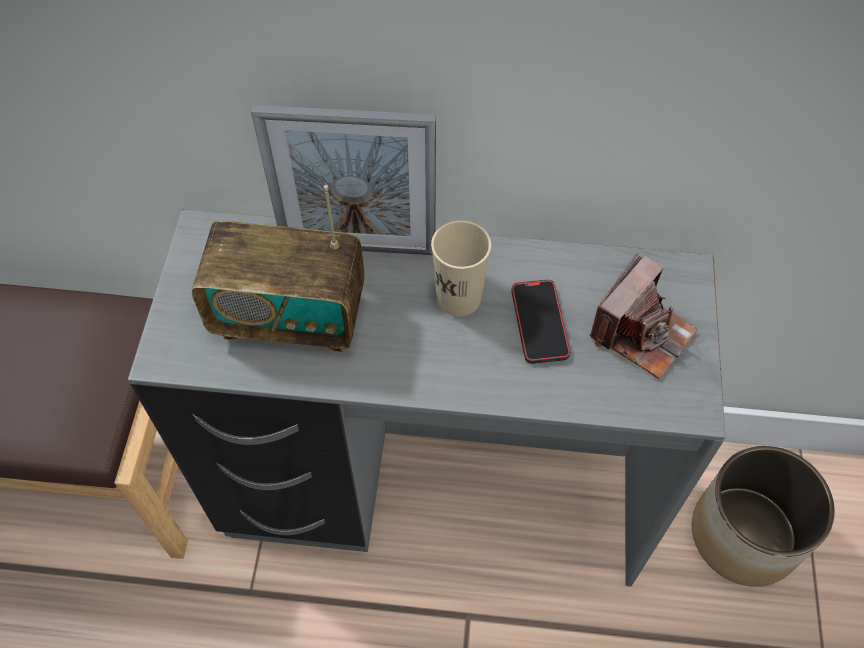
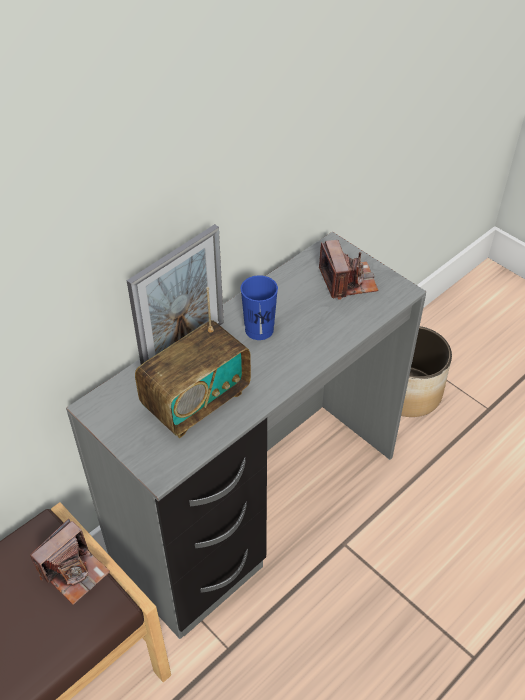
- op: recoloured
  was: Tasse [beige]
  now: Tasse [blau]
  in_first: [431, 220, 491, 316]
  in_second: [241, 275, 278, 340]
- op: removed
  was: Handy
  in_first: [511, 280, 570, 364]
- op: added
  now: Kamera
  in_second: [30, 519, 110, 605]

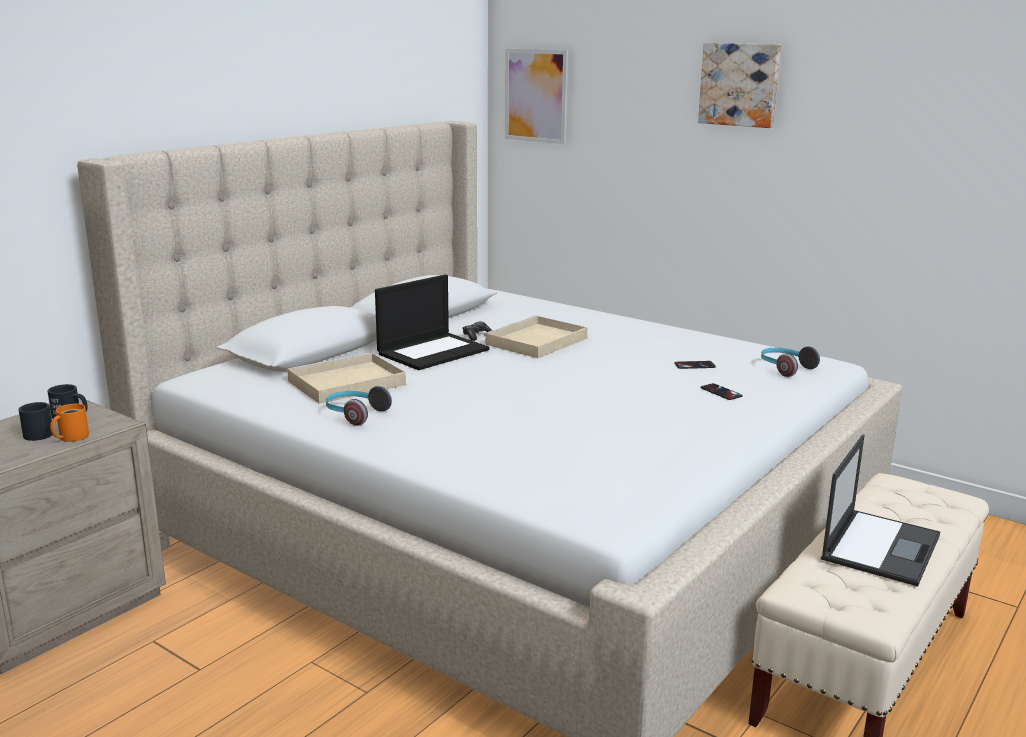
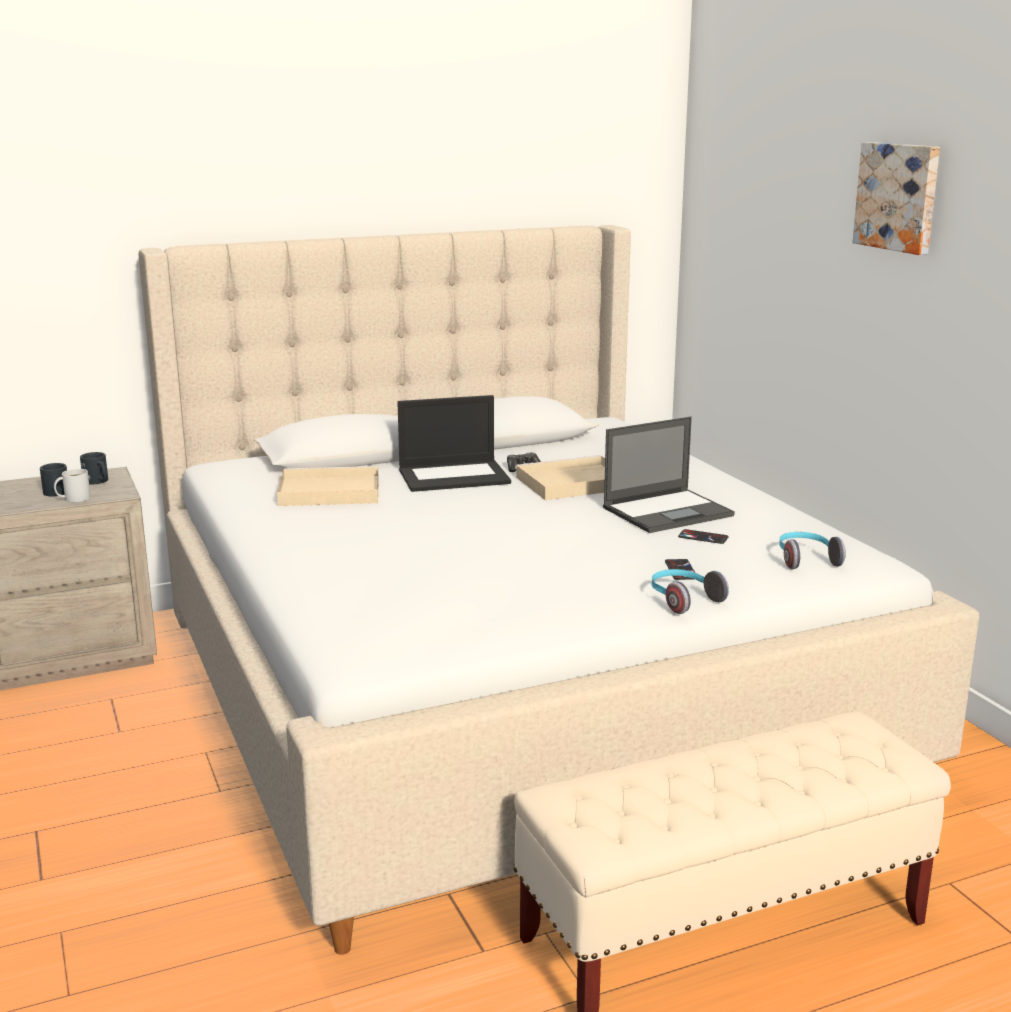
- op: removed
  was: Bild
  in_first: [505, 49, 568, 144]
- op: moved
  was: Kopfhörer
  in_first: [326, 386, 392, 426]
  in_second: [651, 569, 729, 614]
- op: recoloured
  was: Henkelbecher [orange]
  now: Henkelbecher [weiß]
  in_first: [50, 404, 89, 442]
  in_second: [54, 469, 91, 502]
- op: moved
  was: Laptop
  in_first: [821, 434, 940, 586]
  in_second: [603, 417, 735, 533]

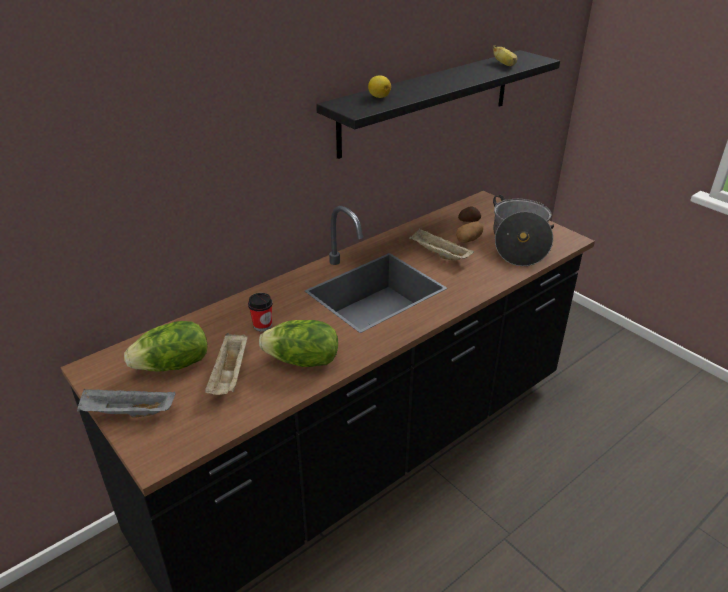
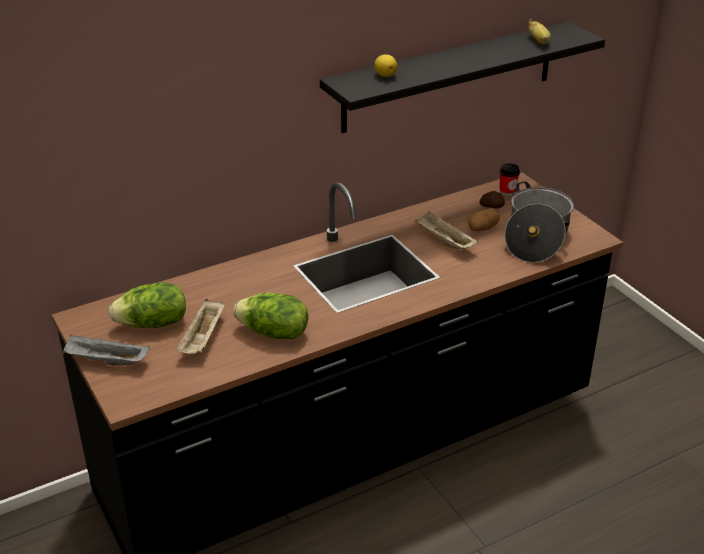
- op: moved
  was: Tasse
  in_first: [248, 293, 273, 331]
  in_second: [499, 163, 520, 196]

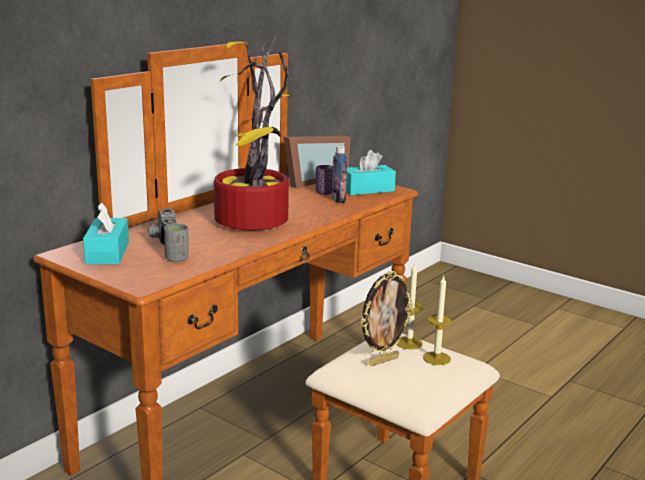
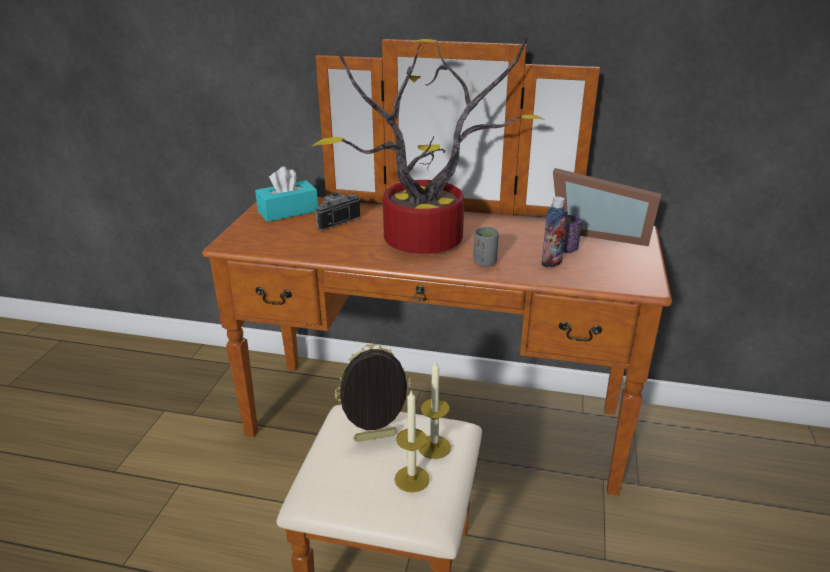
- op: removed
  was: Taschentuchbox [türkis]
  in_first: [346, 150, 396, 195]
- op: moved
  was: Tasse [grau]
  in_first: [164, 223, 189, 262]
  in_second: [473, 227, 499, 267]
- op: turned
  was: Bilderrahmen
  in_first: [360, 271, 413, 366]
  in_second: [335, 344, 411, 442]
  clockwise: 135

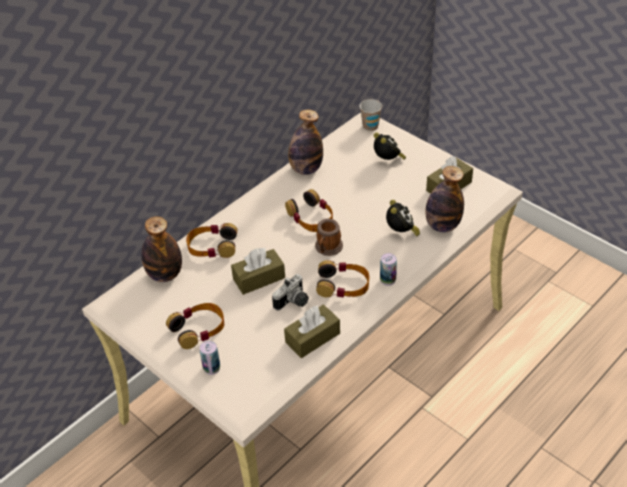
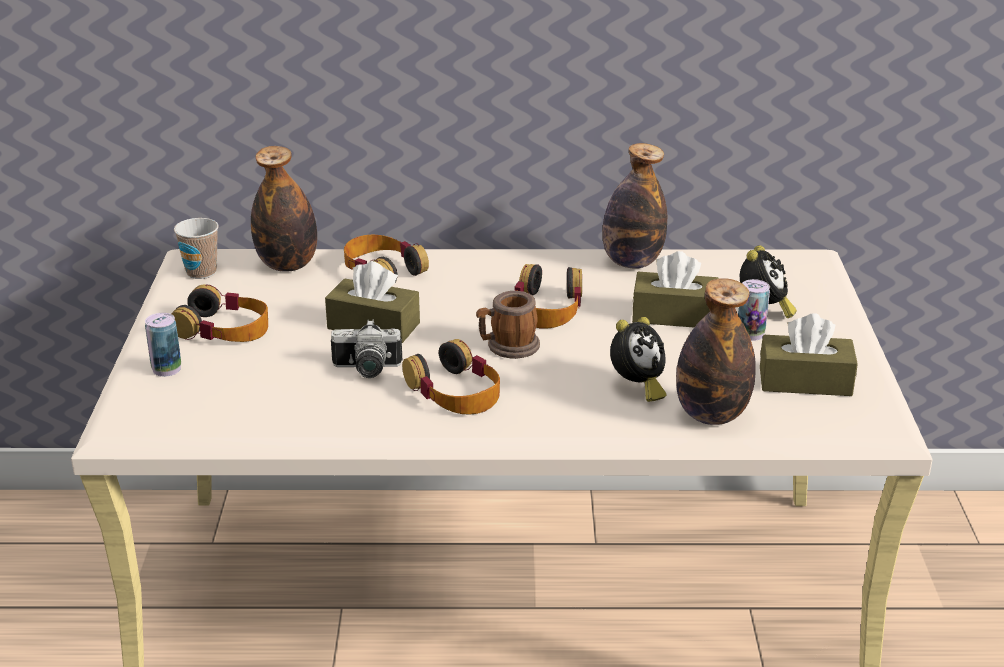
- op: moved
  was: Tasse
  in_first: [359, 99, 382, 131]
  in_second: [174, 218, 219, 279]
- op: moved
  was: Dose
  in_first: [380, 253, 397, 286]
  in_second: [738, 279, 770, 341]
- op: moved
  was: Taschentuchbox [braun]
  in_first: [284, 305, 340, 358]
  in_second: [632, 251, 719, 327]

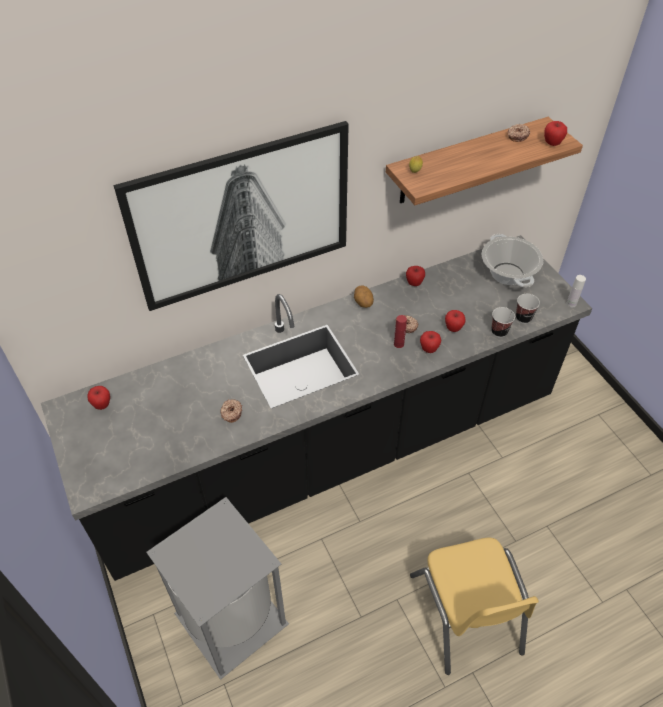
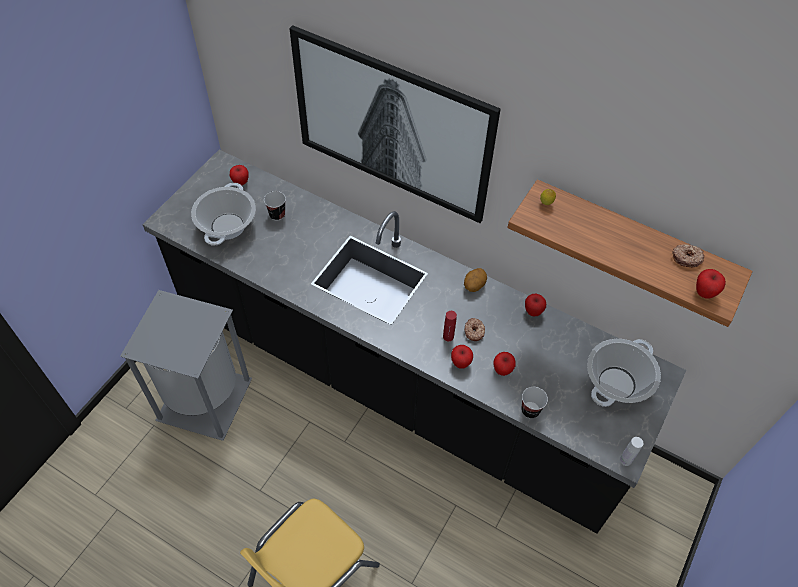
- op: moved
  was: Tasse
  in_first: [516, 294, 540, 324]
  in_second: [264, 191, 286, 221]
- op: removed
  was: Donut
  in_first: [220, 399, 242, 423]
- op: added
  now: Kochtopf
  in_second: [191, 183, 256, 246]

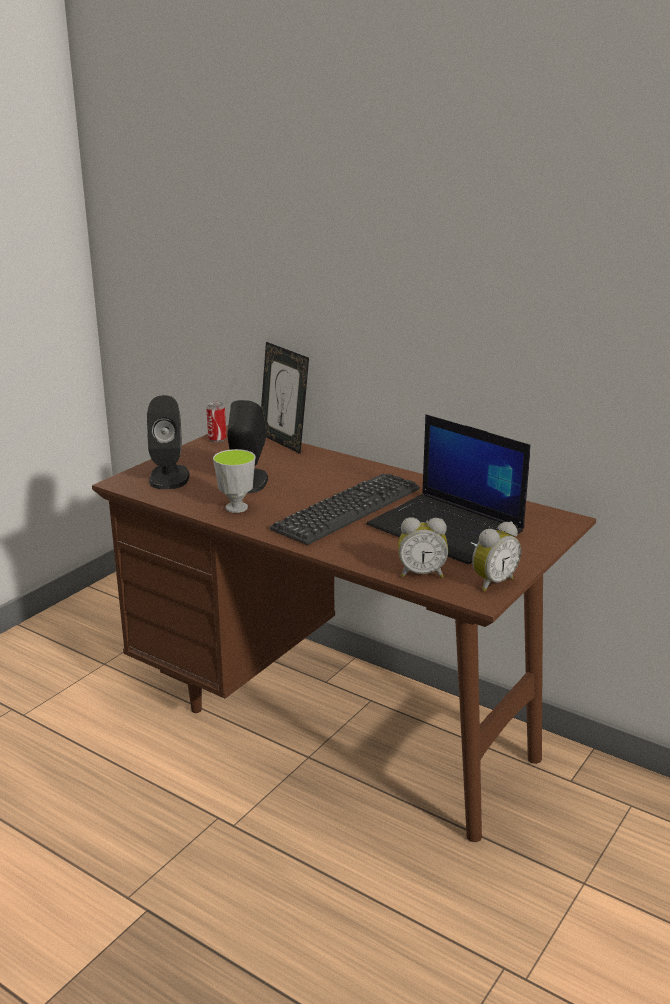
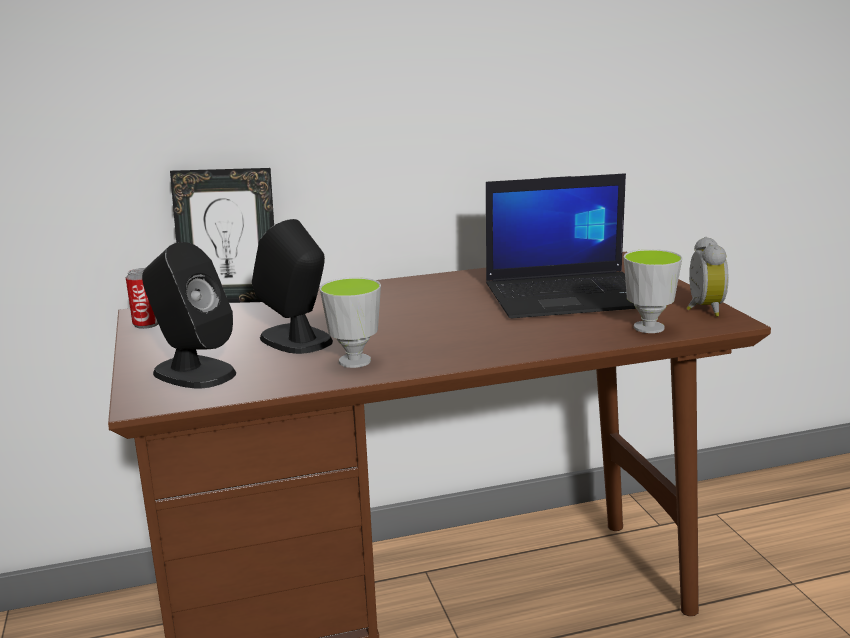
- op: removed
  was: Tastatur
  in_first: [270, 474, 420, 545]
- op: replaced
  was: Wecker
  now: Tasse
  in_first: [398, 517, 448, 578]
  in_second: [624, 249, 682, 333]

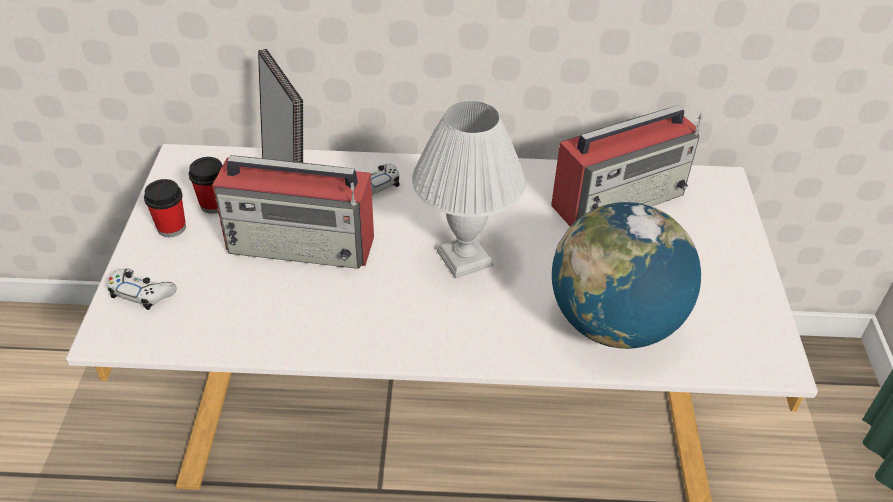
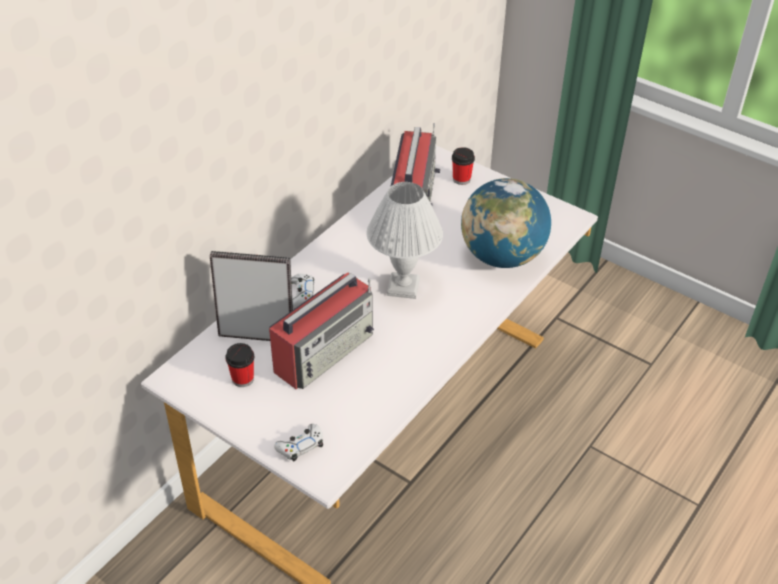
- op: moved
  was: Tasse
  in_first: [144, 179, 186, 237]
  in_second: [452, 147, 475, 185]

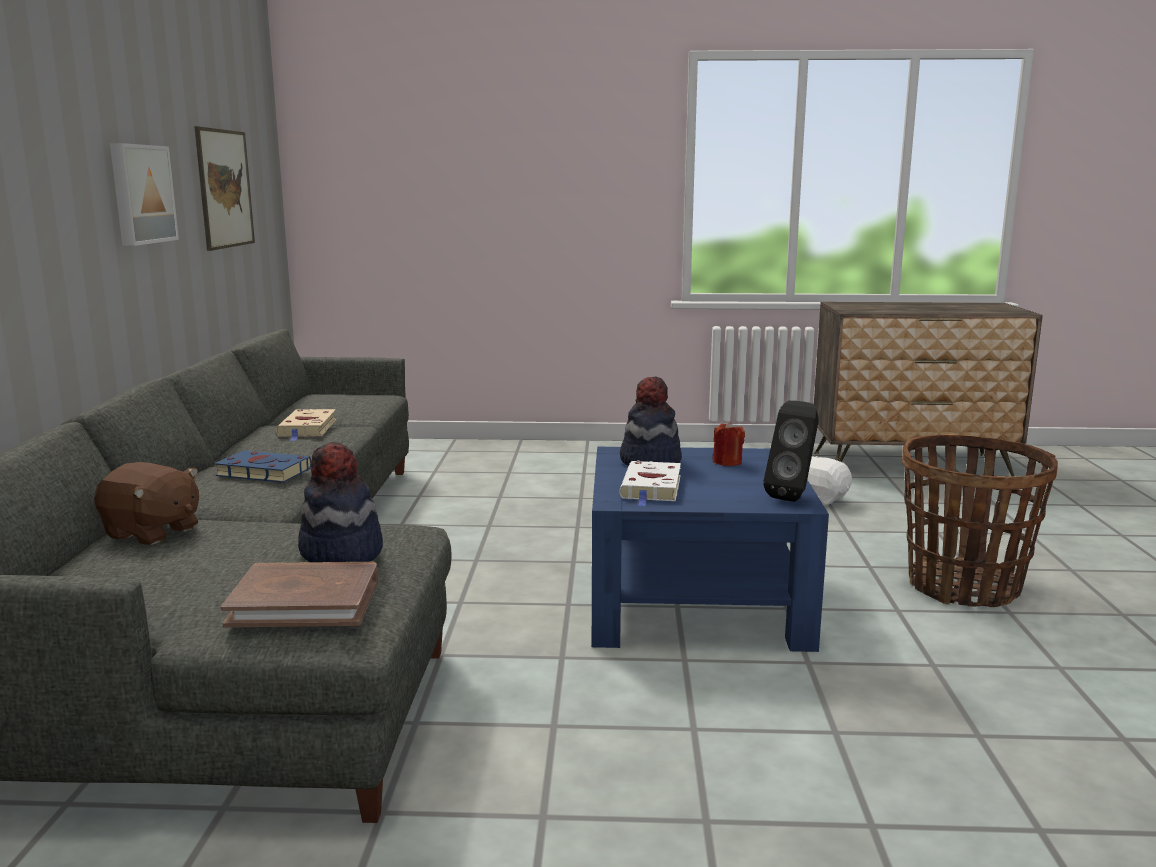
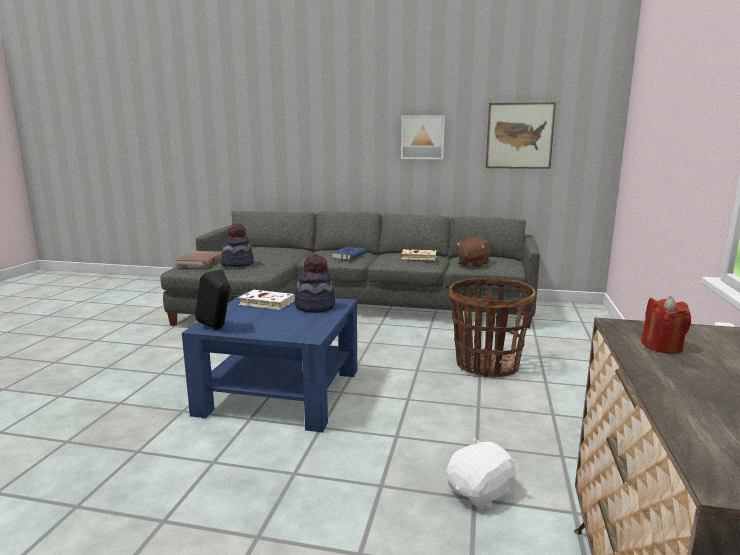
- op: moved
  was: Kerze [rot]
  in_first: [713, 421, 745, 466]
  in_second: [641, 296, 691, 354]
- op: moved
  was: Korb
  in_first: [902, 434, 1058, 607]
  in_second: [449, 278, 536, 377]
- op: moved
  was: Plüschtier [braun]
  in_first: [94, 462, 199, 545]
  in_second: [456, 237, 491, 268]

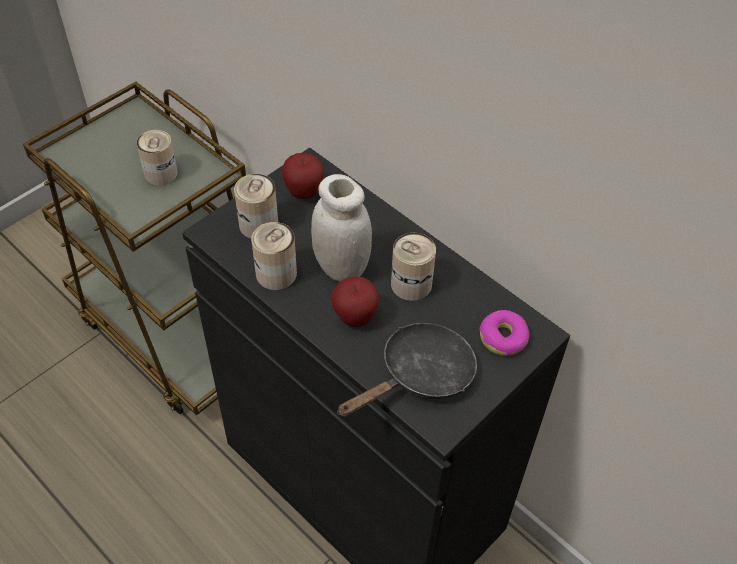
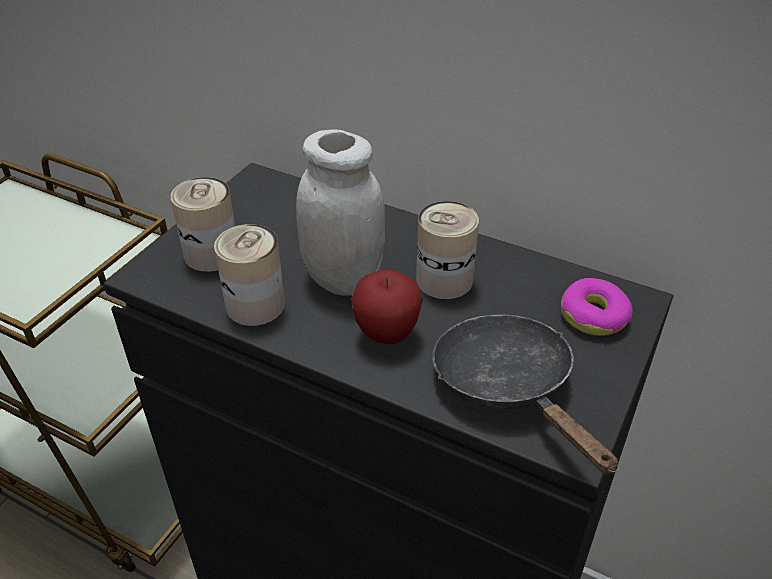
- op: removed
  was: Dose
  in_first: [137, 130, 178, 186]
- op: removed
  was: Apfel
  in_first: [282, 153, 324, 199]
- op: turned
  was: Pfanne [schwarz]
  in_first: [337, 323, 477, 417]
  in_second: [433, 314, 619, 474]
  clockwise: -60

